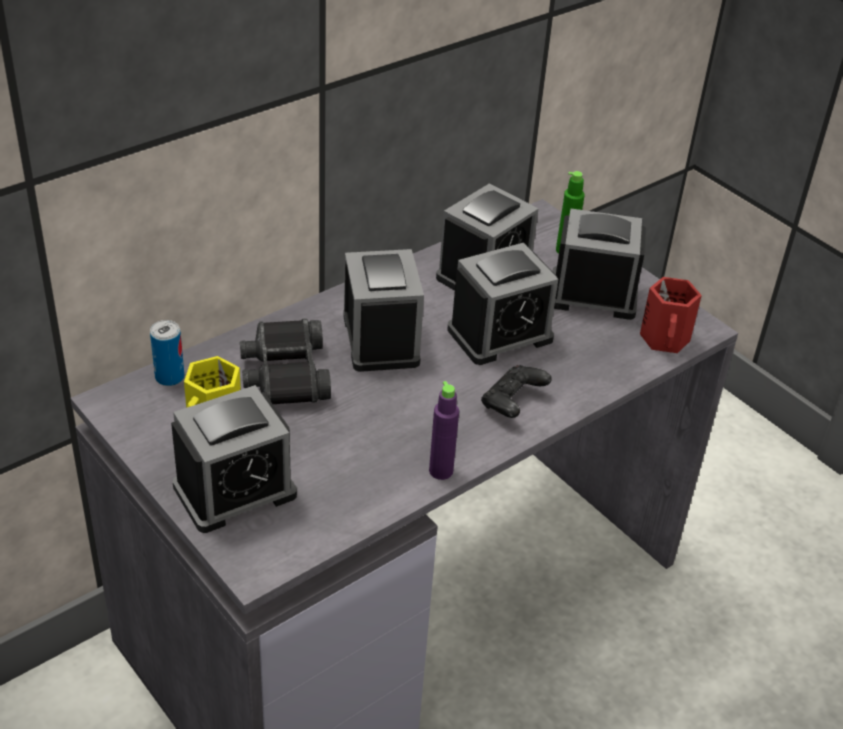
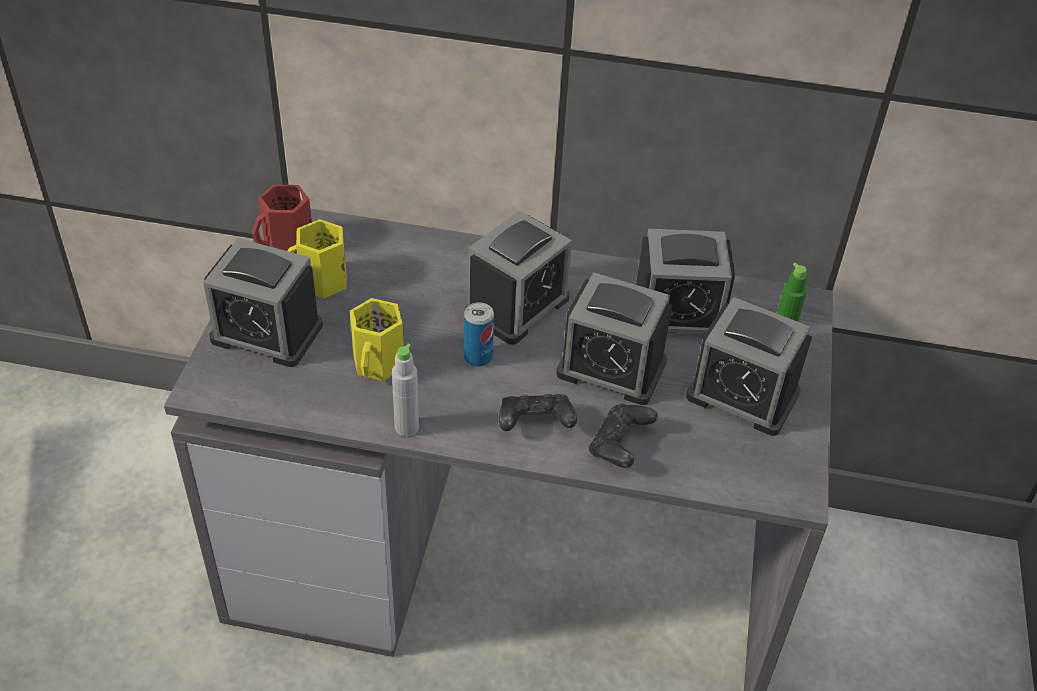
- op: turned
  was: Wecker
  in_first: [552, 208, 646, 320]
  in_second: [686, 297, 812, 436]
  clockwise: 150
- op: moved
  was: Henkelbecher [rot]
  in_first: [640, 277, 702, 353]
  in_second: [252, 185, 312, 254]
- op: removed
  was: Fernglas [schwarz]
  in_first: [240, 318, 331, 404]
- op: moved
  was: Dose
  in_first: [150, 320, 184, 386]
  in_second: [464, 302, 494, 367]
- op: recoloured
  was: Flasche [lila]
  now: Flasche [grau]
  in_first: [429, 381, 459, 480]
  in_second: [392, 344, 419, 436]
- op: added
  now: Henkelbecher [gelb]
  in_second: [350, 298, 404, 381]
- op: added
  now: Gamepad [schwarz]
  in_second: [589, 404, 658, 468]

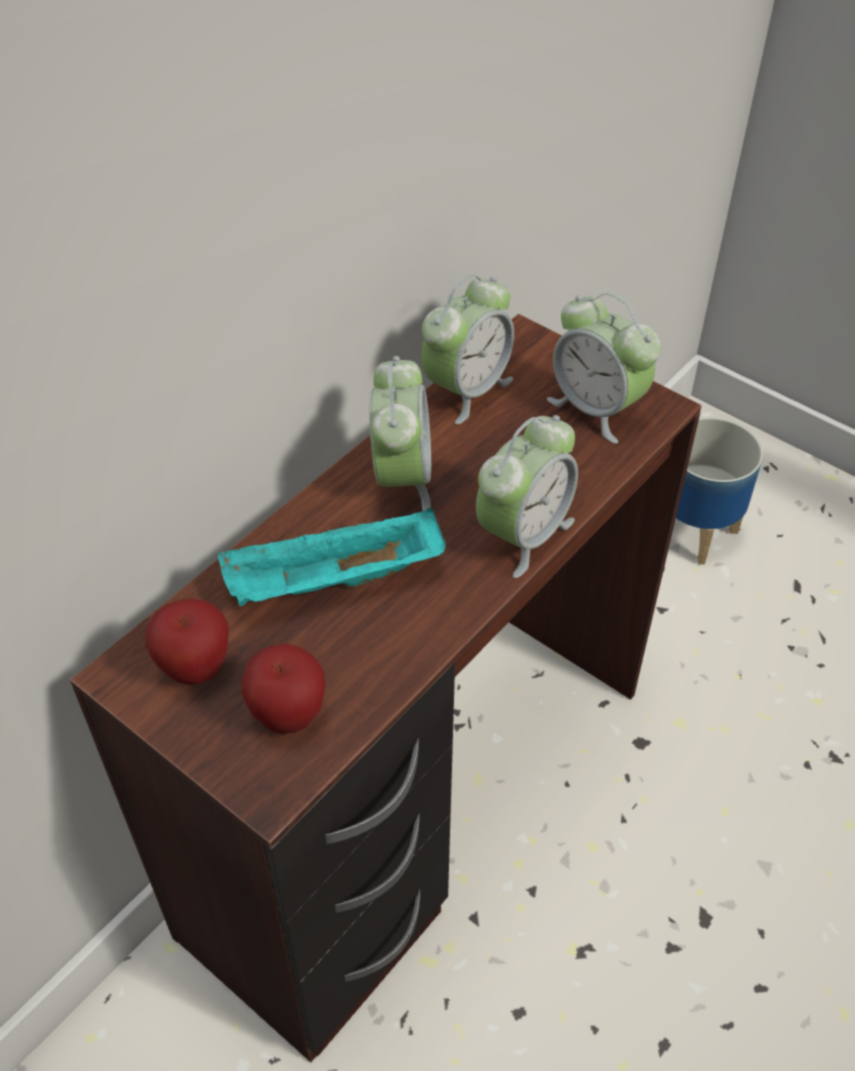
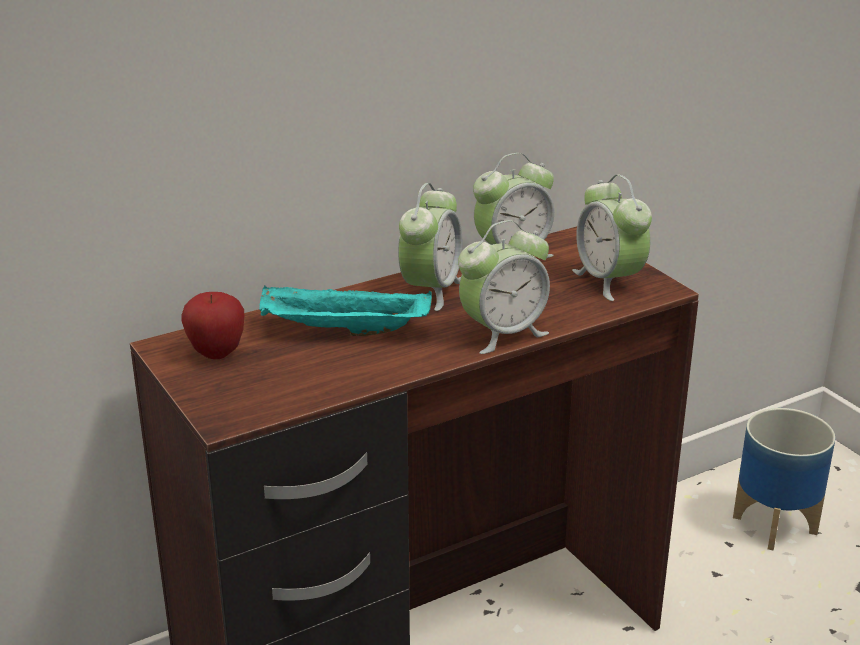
- op: removed
  was: Apfel
  in_first: [241, 643, 325, 734]

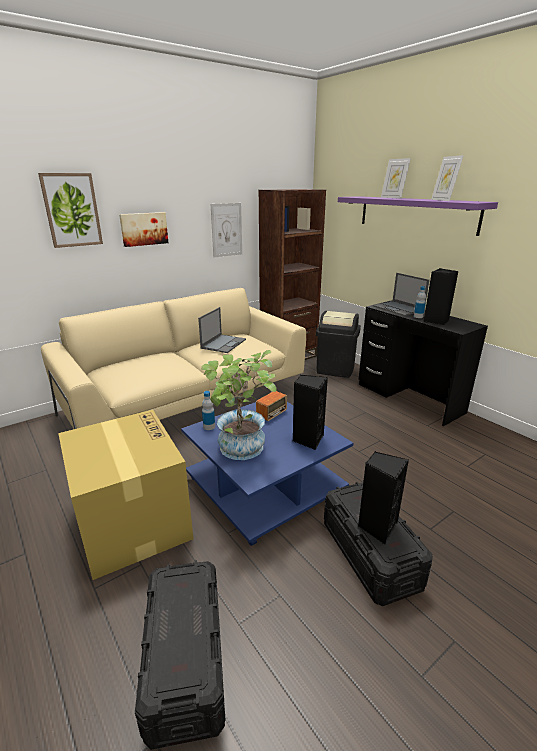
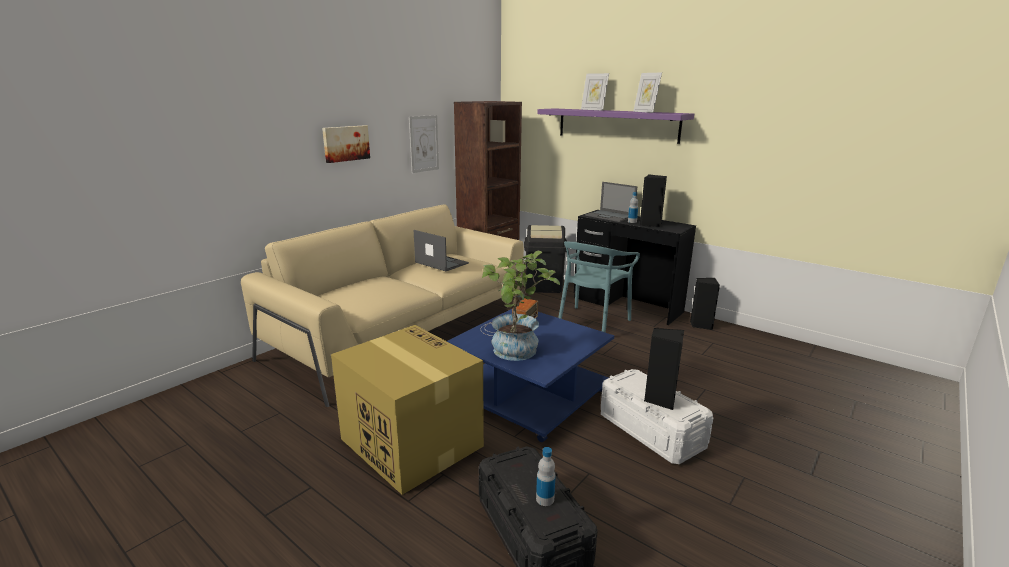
- op: removed
  was: Bild
  in_first: [38, 173, 103, 248]
- op: turned
  was: Laptop
  in_first: [198, 307, 246, 353]
  in_second: [414, 230, 469, 271]
  clockwise: -60
- op: moved
  was: Lautsprecher [schwarz]
  in_first: [292, 375, 328, 450]
  in_second: [690, 278, 720, 330]
- op: moved
  was: Flasche
  in_first: [202, 391, 215, 430]
  in_second: [536, 447, 555, 506]
- op: recoloured
  was: Aufbewahrungsbox [schwarz]
  now: Aufbewahrungsbox [weiß]
  in_first: [324, 482, 433, 606]
  in_second: [601, 369, 713, 464]
- op: added
  now: Stuhl [türkis]
  in_second: [558, 241, 640, 333]

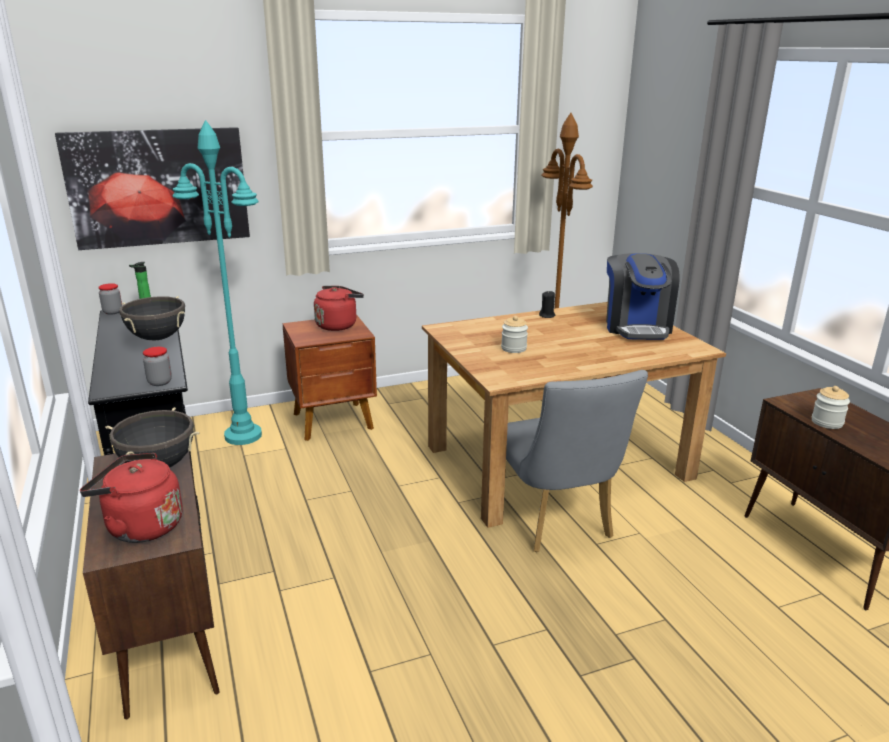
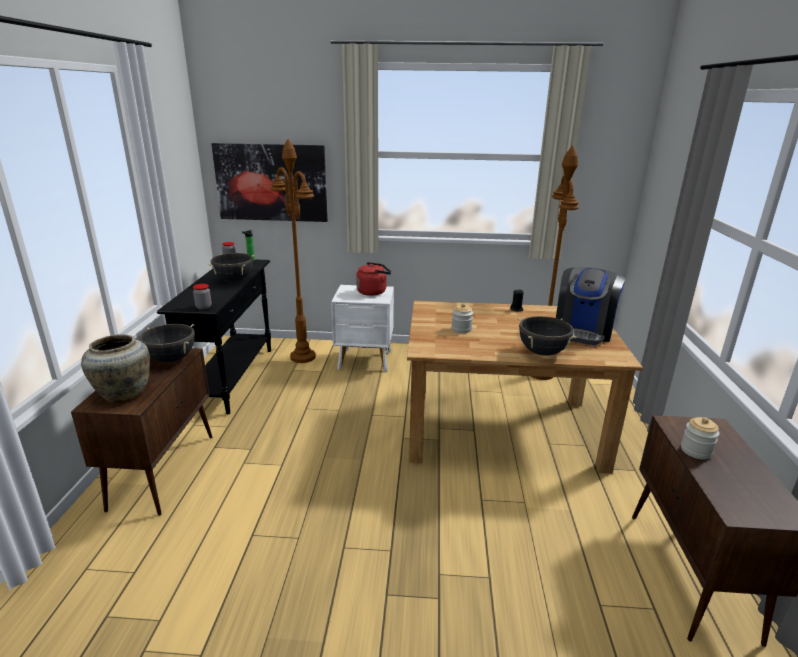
- op: recoloured
  was: Stehlampe [türkis]
  now: Stehlampe [braun]
  in_first: [172, 120, 262, 445]
  in_second: [271, 139, 316, 363]
- op: recoloured
  was: Nachttisch [braun]
  now: Nachttisch [weiß]
  in_first: [283, 315, 377, 441]
  in_second: [331, 285, 394, 372]
- op: removed
  was: Stuhl [grau]
  in_first: [506, 370, 648, 552]
- op: replaced
  was: Wasserkessel [rot]
  now: Vase [beige]
  in_first: [80, 453, 183, 543]
  in_second: [81, 334, 150, 403]
- op: added
  now: Kochtopf [schwarz]
  in_second: [518, 316, 577, 356]

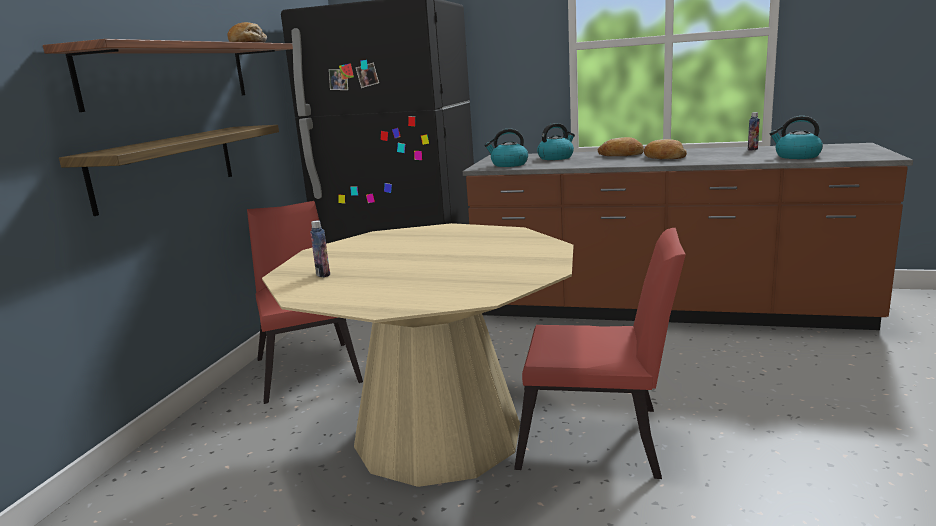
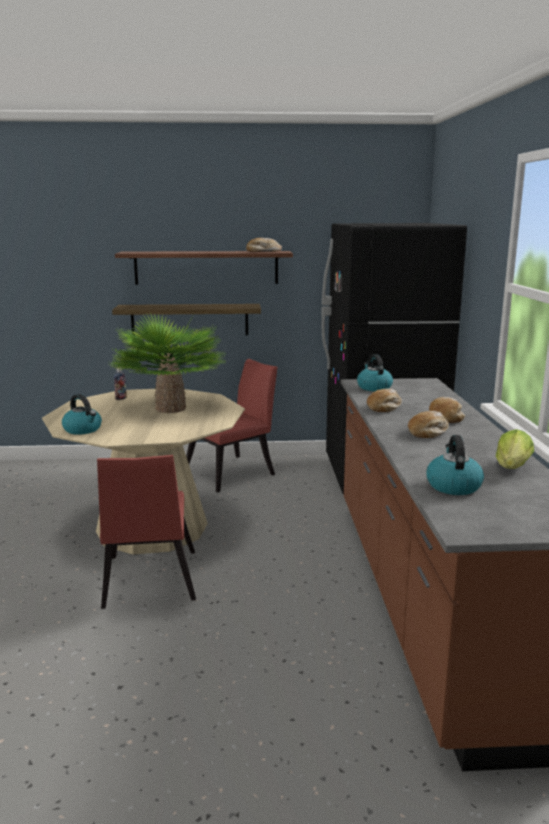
- op: replaced
  was: Flasche
  now: Salatkopf
  in_first: [748, 112, 760, 151]
  in_second: [496, 429, 534, 469]
- op: moved
  was: Wasserkessel
  in_first: [537, 123, 575, 160]
  in_second: [62, 394, 102, 435]
- op: added
  now: Topfpflanze
  in_second: [108, 313, 227, 413]
- op: added
  now: Brot
  in_second: [367, 388, 402, 412]

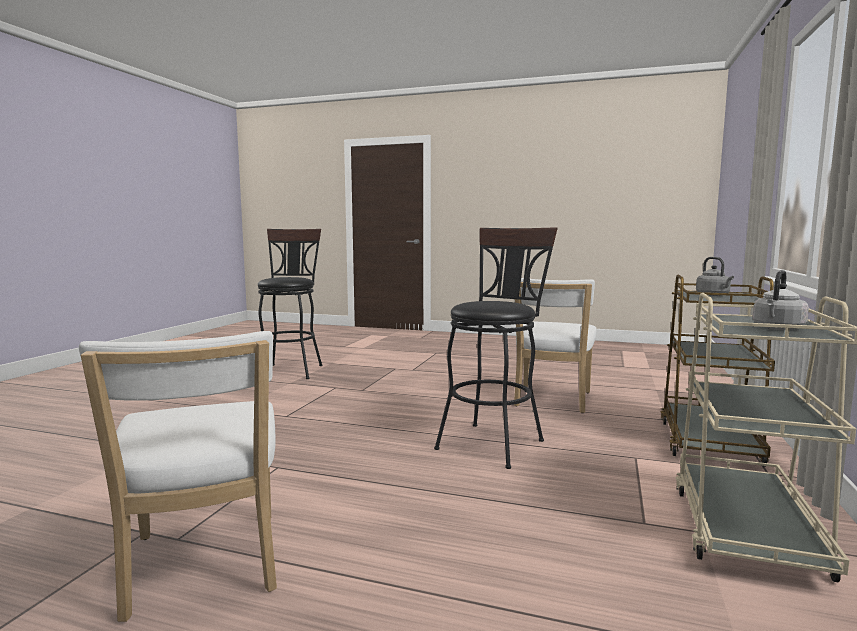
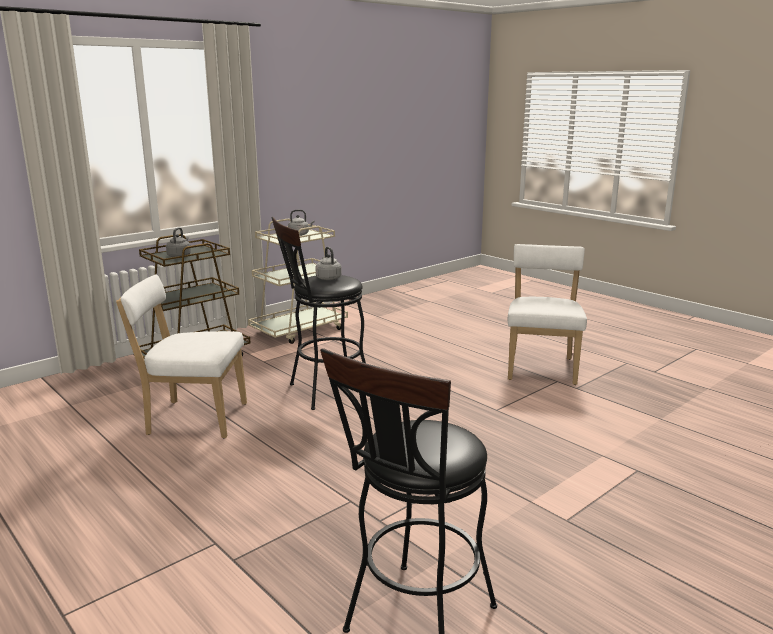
- op: turned
  was: Stuhl [weiß]
  in_first: [514, 278, 597, 413]
  in_second: [116, 274, 247, 438]
  clockwise: -135
- op: added
  now: Wasserkessel [grau]
  in_second: [315, 247, 342, 280]

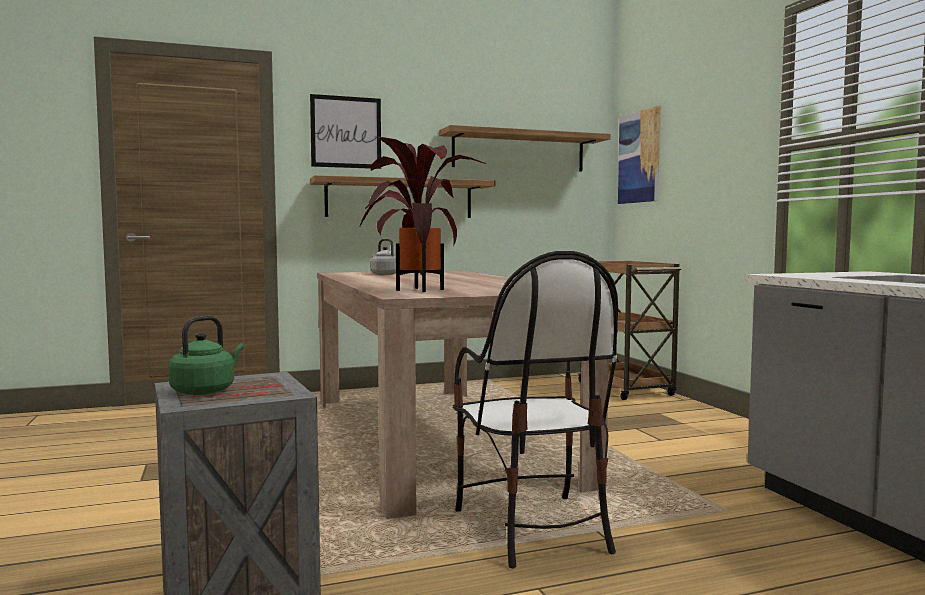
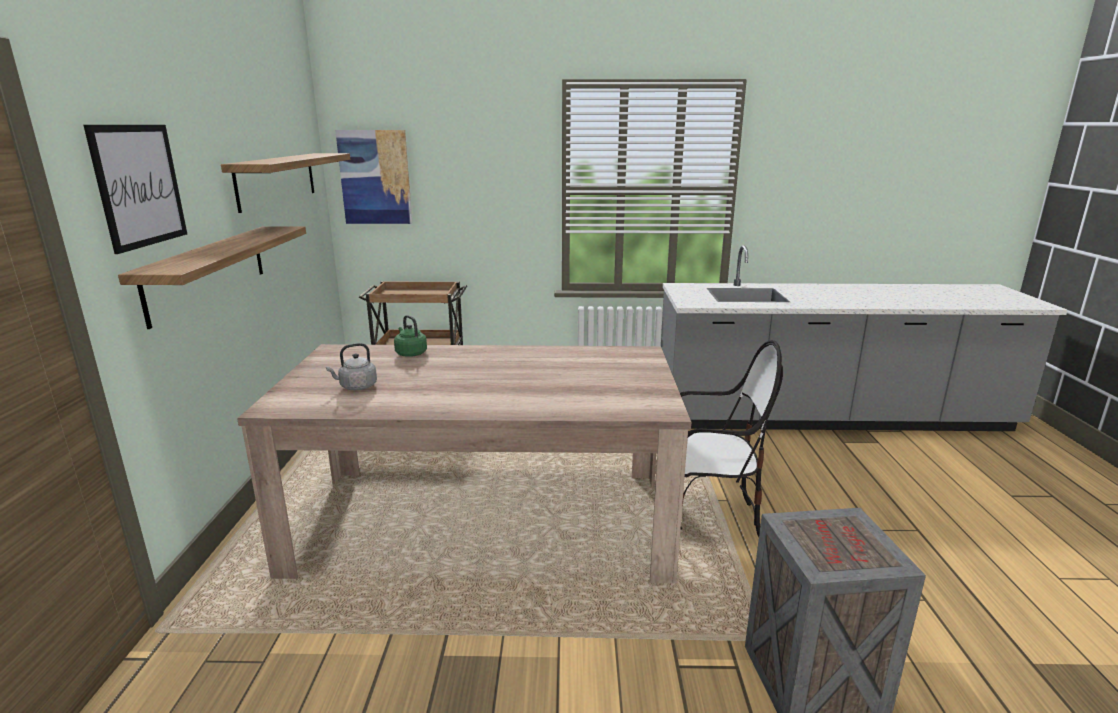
- op: removed
  was: Topfpflanze
  in_first: [360, 137, 486, 292]
- op: moved
  was: Wasserkessel [grün]
  in_first: [168, 316, 244, 395]
  in_second: [394, 315, 427, 357]

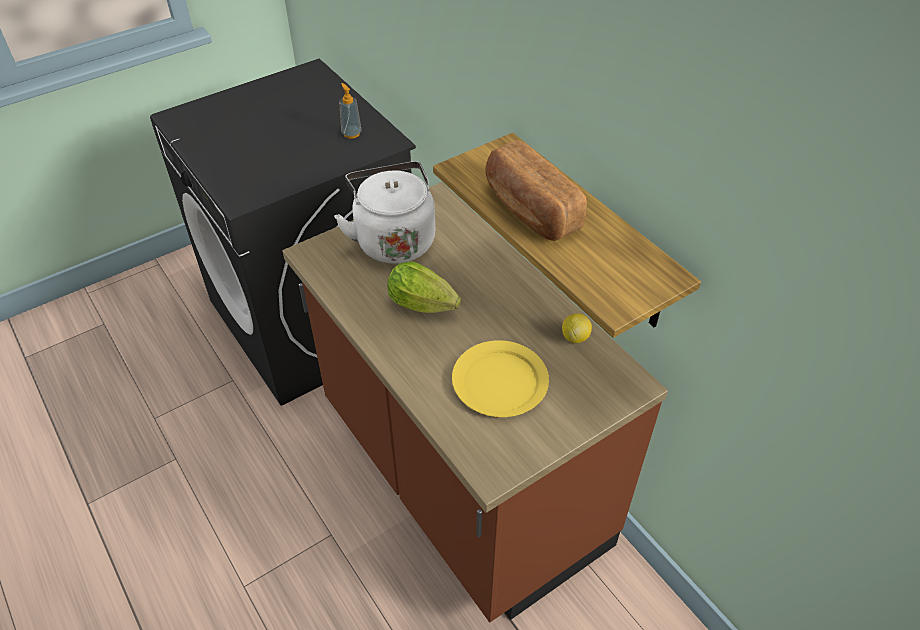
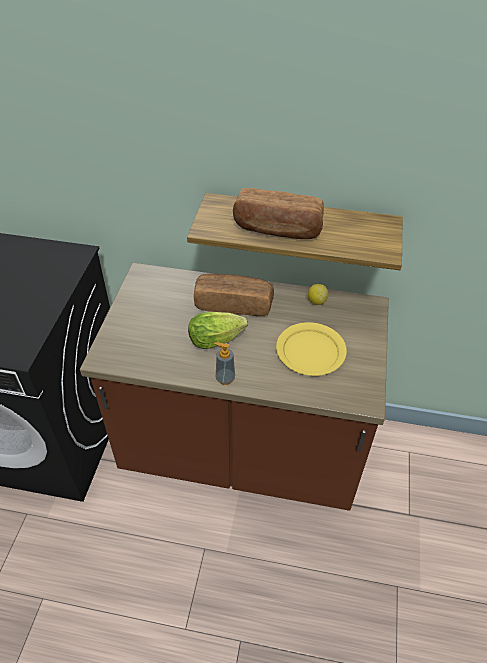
- op: moved
  was: Seifenspender
  in_first: [339, 83, 361, 139]
  in_second: [214, 342, 235, 385]
- op: removed
  was: Wasserkessel [weiß]
  in_first: [334, 161, 435, 264]
- op: added
  now: Brot
  in_second: [194, 274, 274, 316]

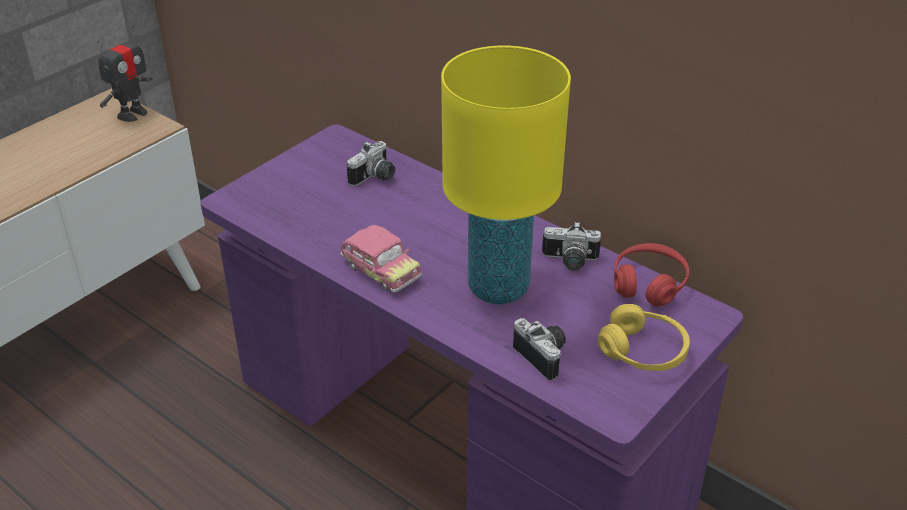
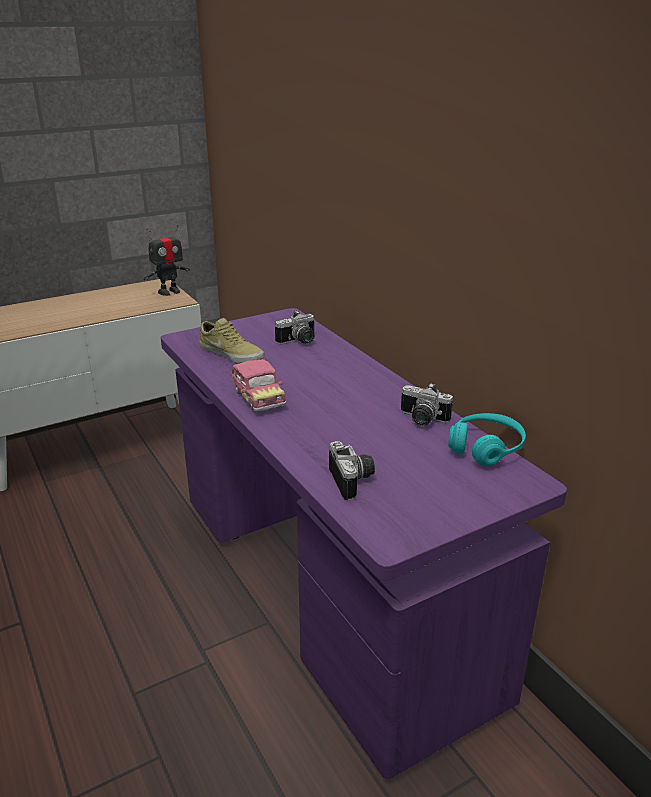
- op: removed
  was: Tischlampe [gelb]
  in_first: [441, 45, 571, 304]
- op: recoloured
  was: Kopfhörer [rot]
  now: Kopfhörer [türkis]
  in_first: [614, 243, 689, 307]
  in_second: [448, 413, 526, 466]
- op: removed
  was: Kopfhörer [gelb]
  in_first: [598, 304, 690, 371]
- op: added
  now: Schuh [beige]
  in_second: [200, 318, 264, 364]

